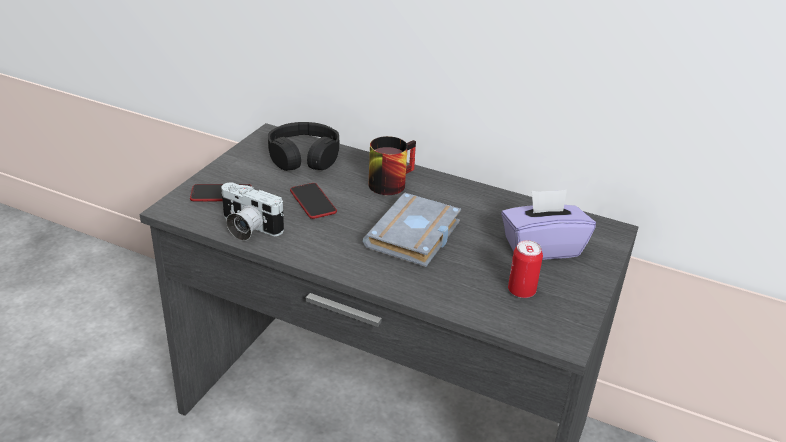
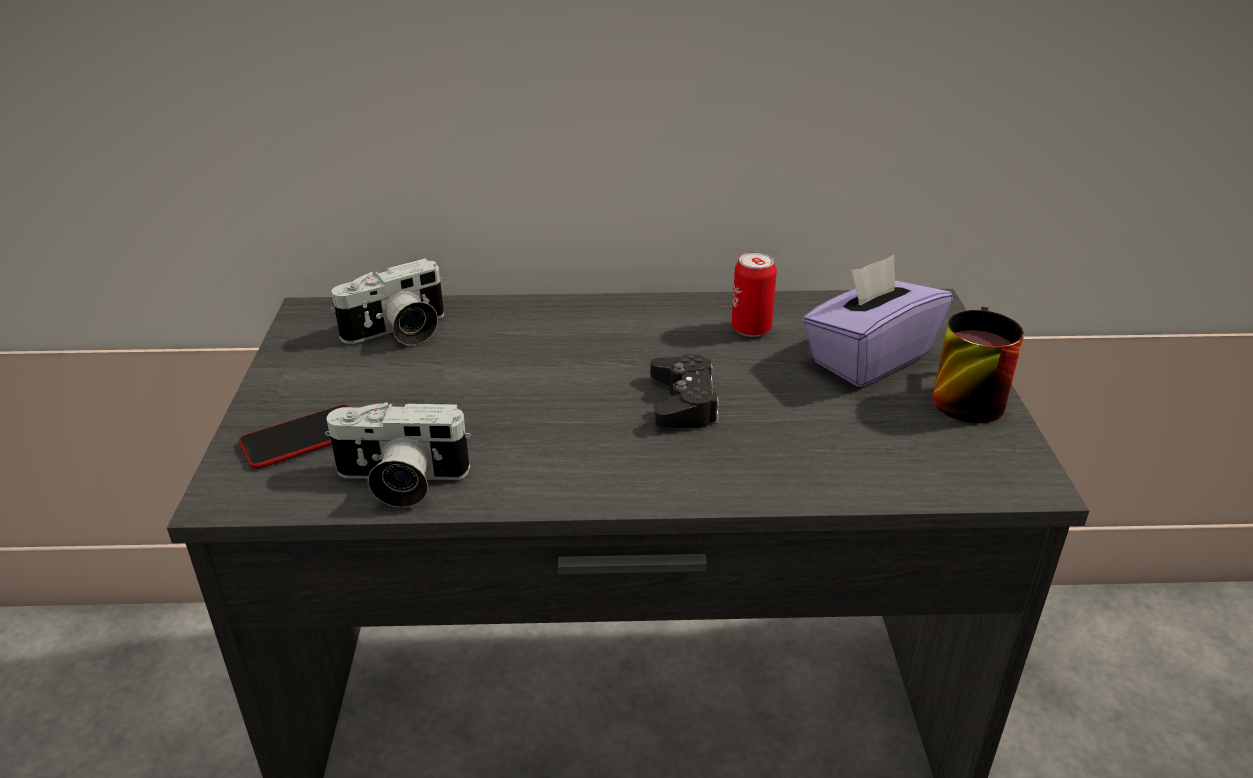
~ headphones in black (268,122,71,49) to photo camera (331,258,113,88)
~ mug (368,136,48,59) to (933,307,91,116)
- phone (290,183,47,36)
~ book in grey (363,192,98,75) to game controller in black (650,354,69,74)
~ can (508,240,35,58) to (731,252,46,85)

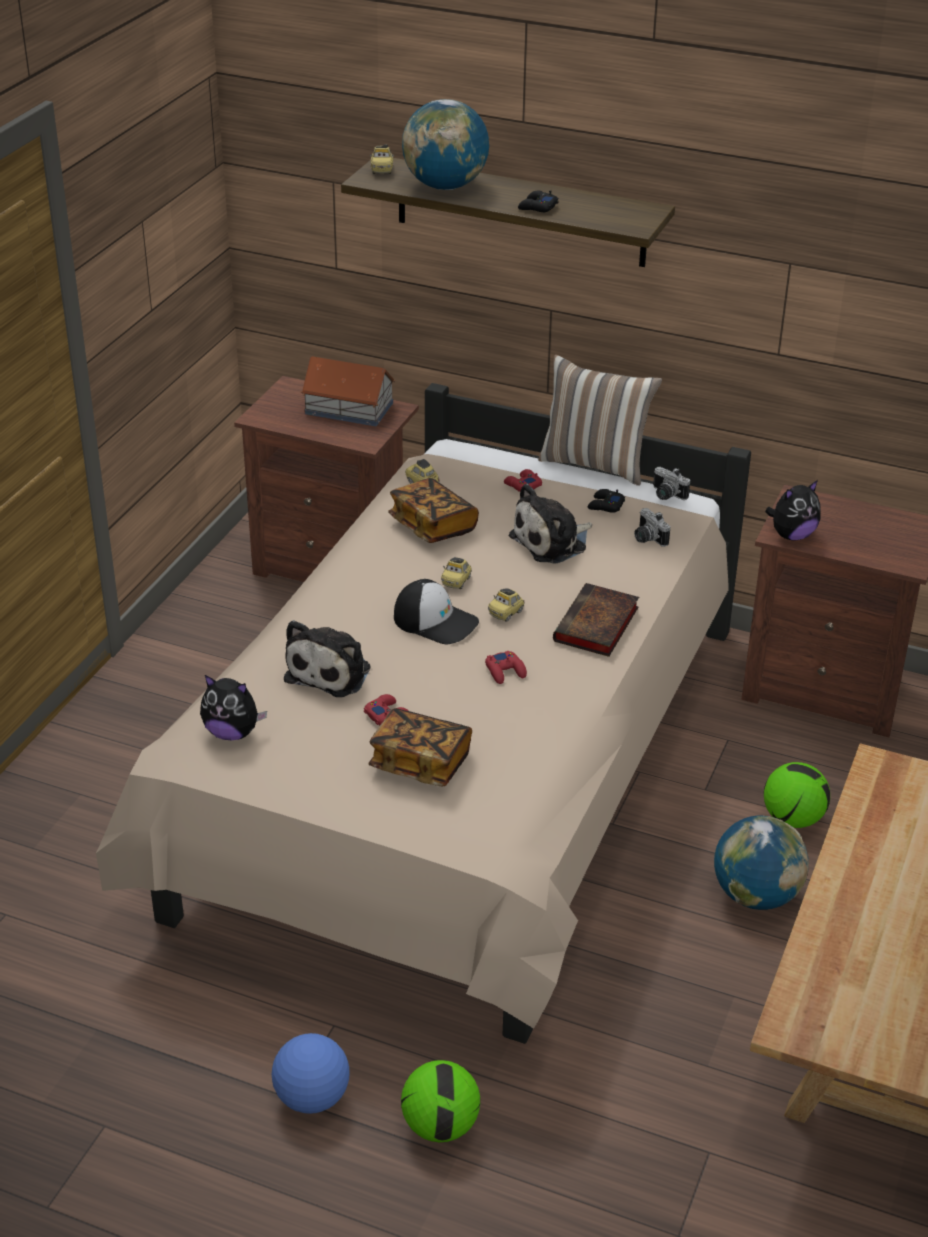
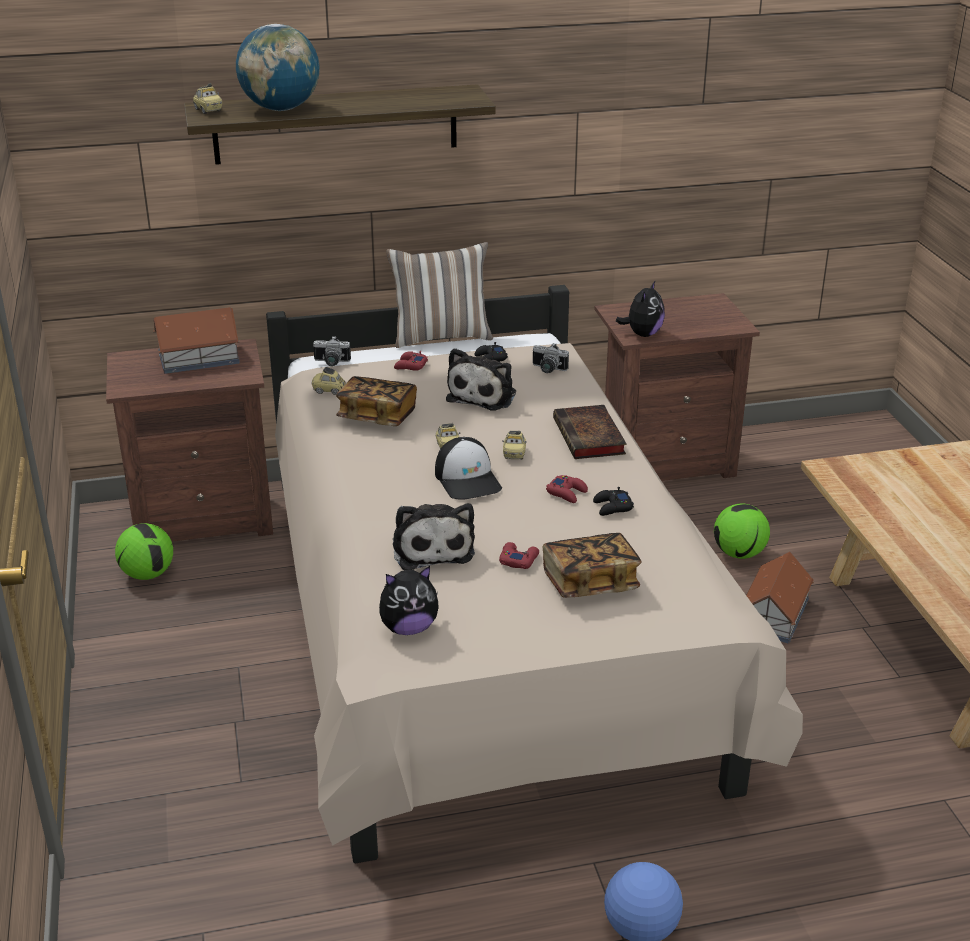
~ game controller in black (518,190,41,22) to (593,487,41,29)
~ photo camera (653,467,37,33) to (313,336,38,30)
~ cap (394,579,85,66) = (435,437,67,63) 75 degrees clockwise
~ globe (714,816,95,94) to toy house (746,552,68,92)
~ football (401,1060,79,82) to (115,523,58,57)

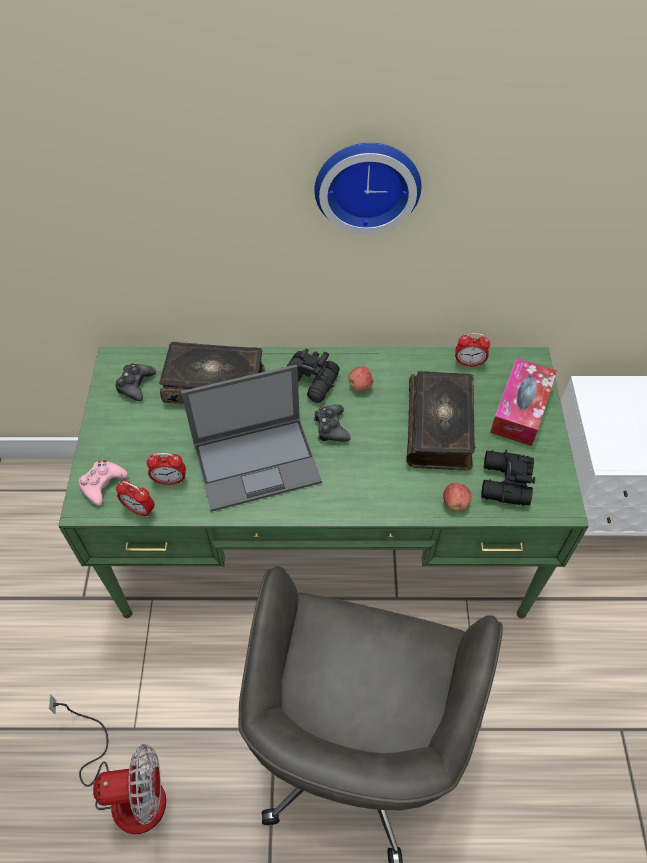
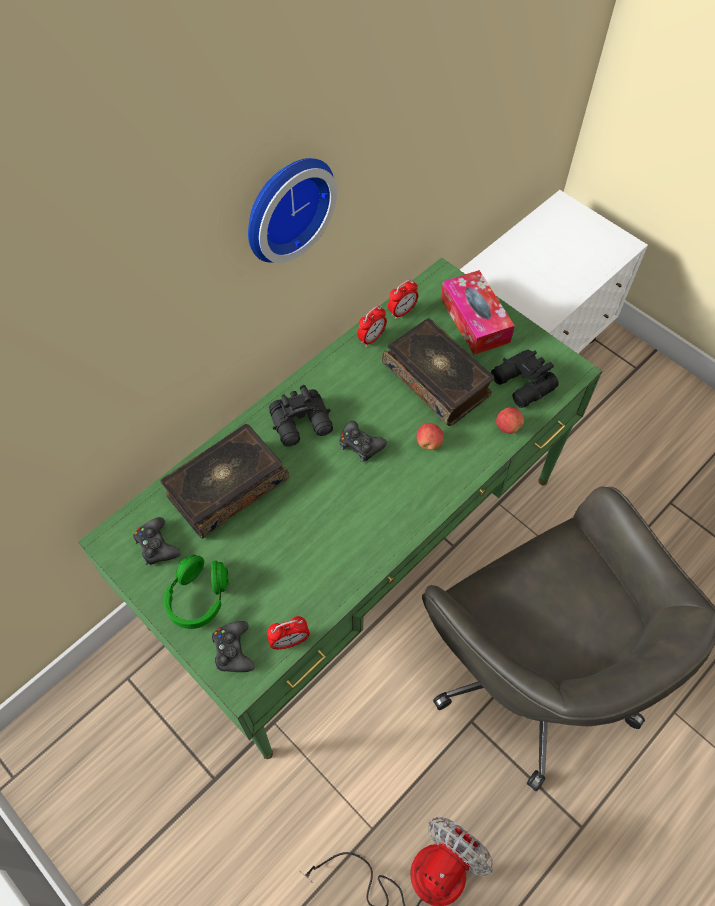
- laptop (181,365,141,147)
~ apple (348,366,25,26) to (416,423,28,27)
~ alarm clock (146,453,40,32) to (357,306,30,41)
~ game controller in pink (78,460,50,46) to game controller in black (212,621,43,51)
+ headphones in green (164,555,65,74)

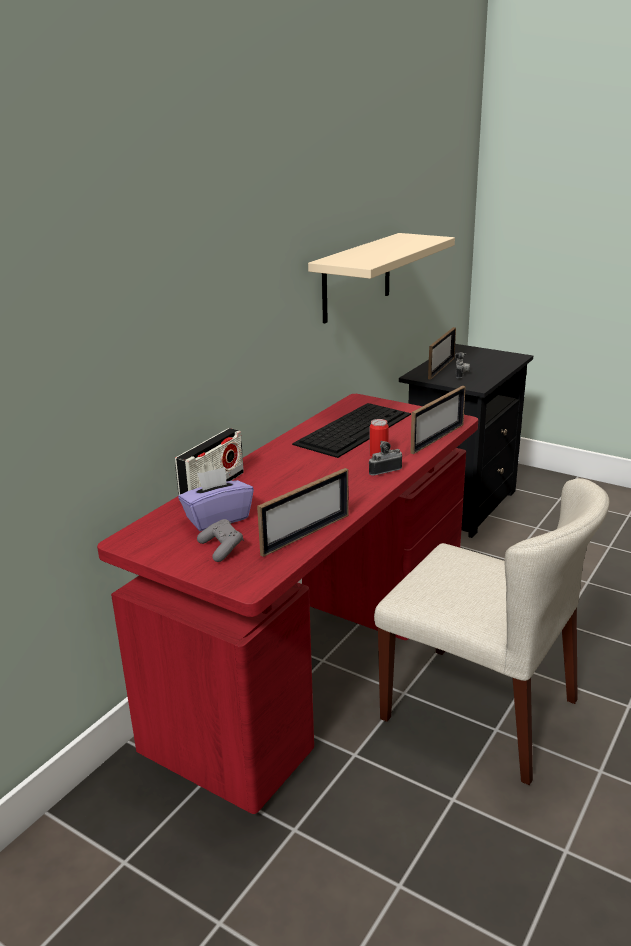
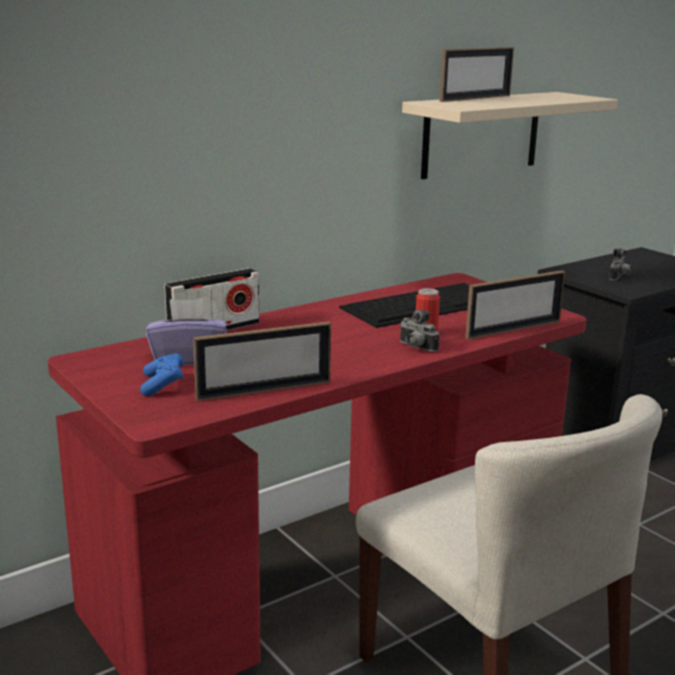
~ picture frame (428,327,28,53) to (439,47,75,55)
~ photo camera (368,441,34,35) = (399,309,40,43) 135 degrees counterclockwise
~ game controller in grey (197,519,47,43) to game controller in blue (140,354,44,42)

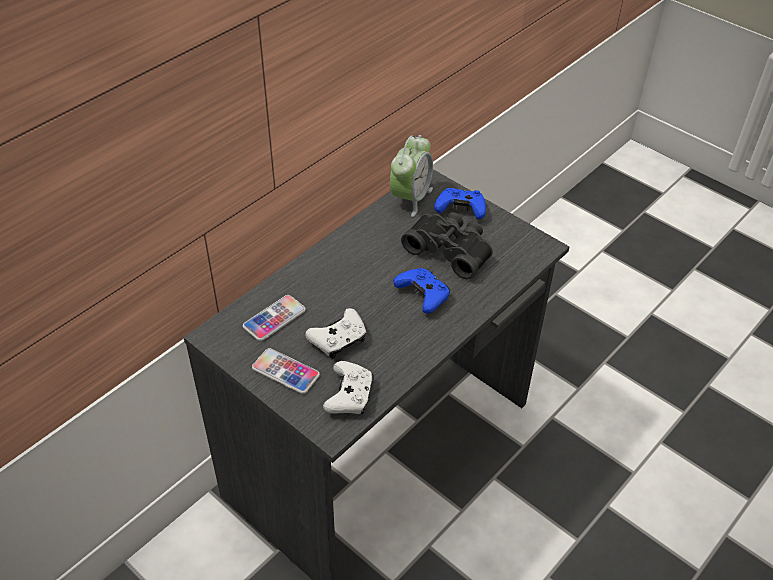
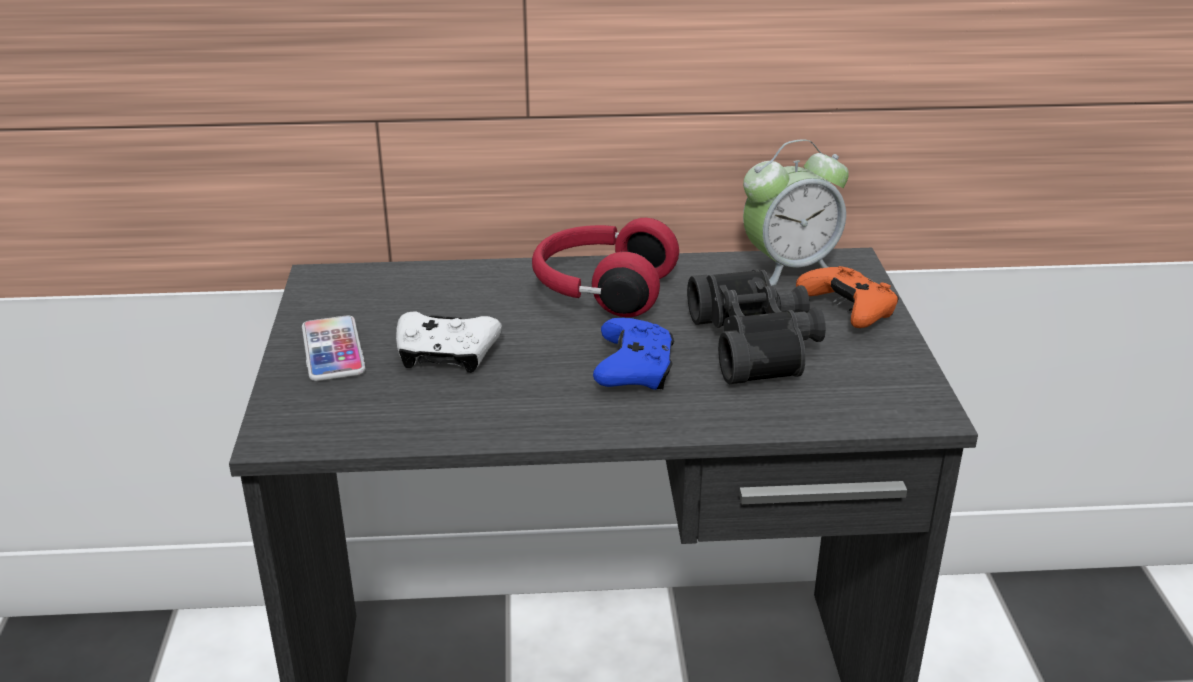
~ game controller in blue (434,188,52,31) to game controller in orange (796,266,103,62)
- phone (243,295,63,46)
- game controller in white (323,361,51,53)
+ headphones in red (532,218,147,99)

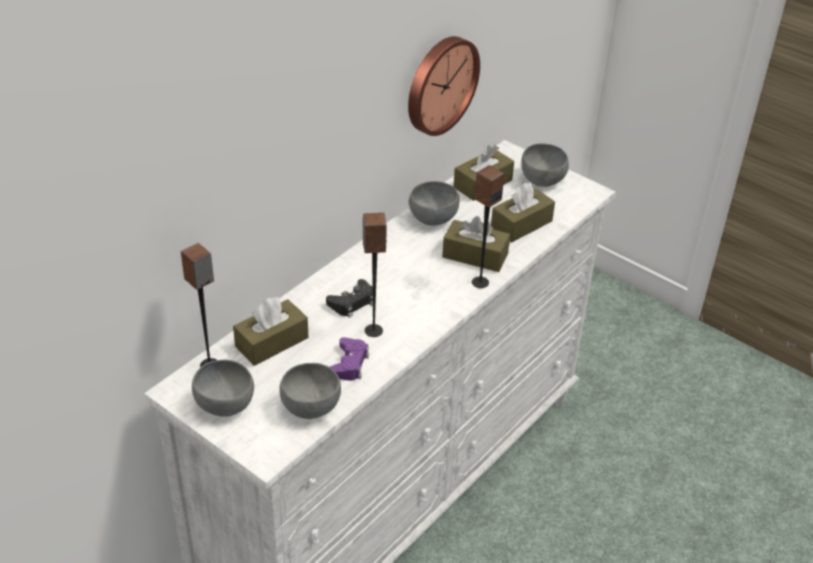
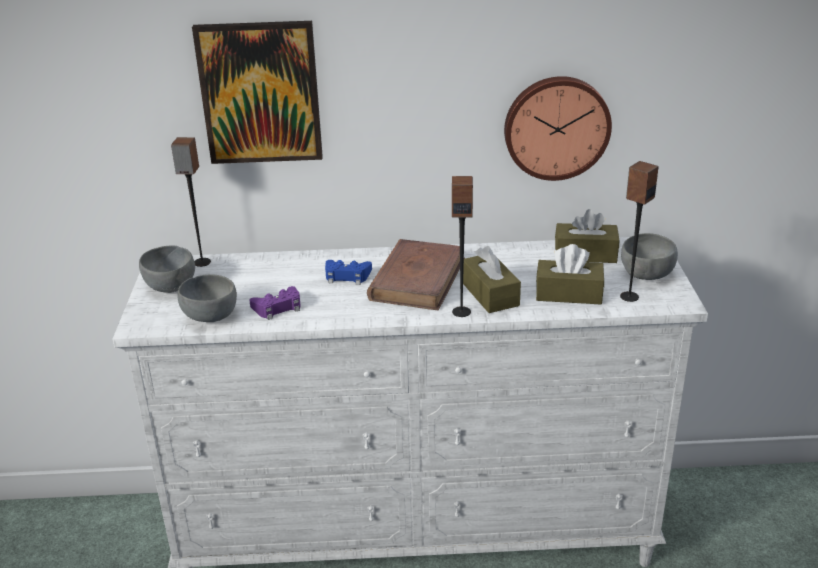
- bowl in grey (409,181,50,45)
~ speaker (363,213,24,124) to (620,161,39,141)
~ game controller in black (326,279,47,39) to game controller in blue (325,260,47,25)
- tissue box in brown (233,297,75,69)
+ picture (192,21,131,143)
+ book in brown (367,239,98,71)

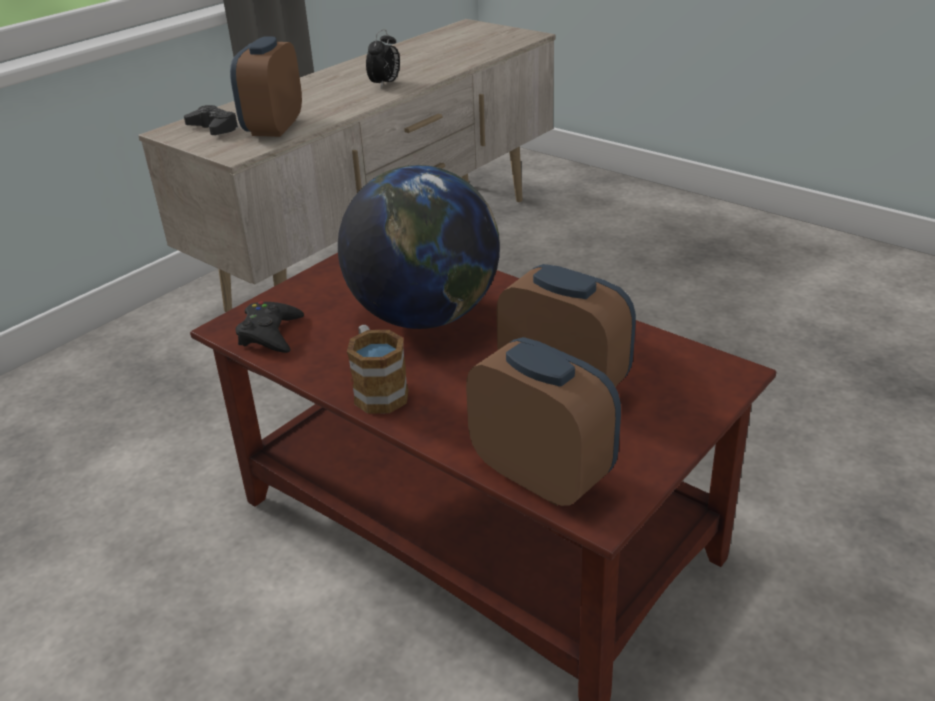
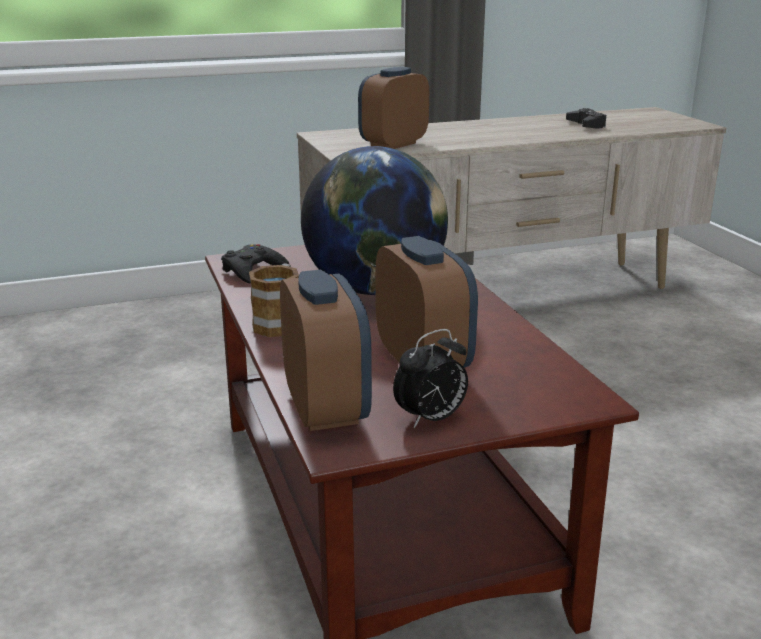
~ alarm clock (366,29,34,59) to (393,329,75,99)
~ game controller in black (184,105,55,30) to (566,108,41,20)

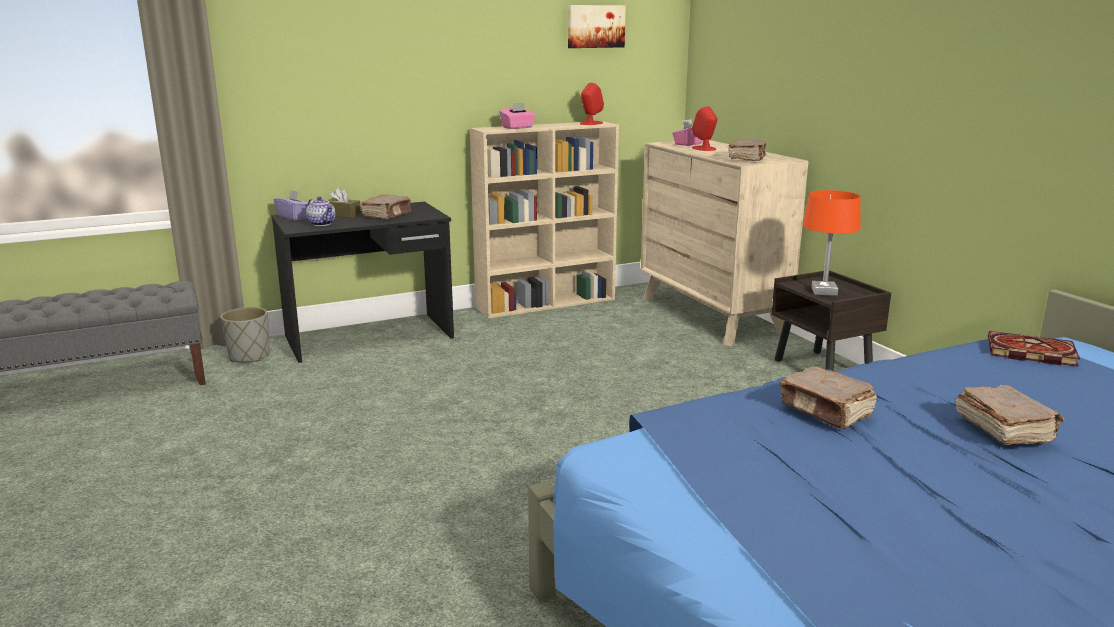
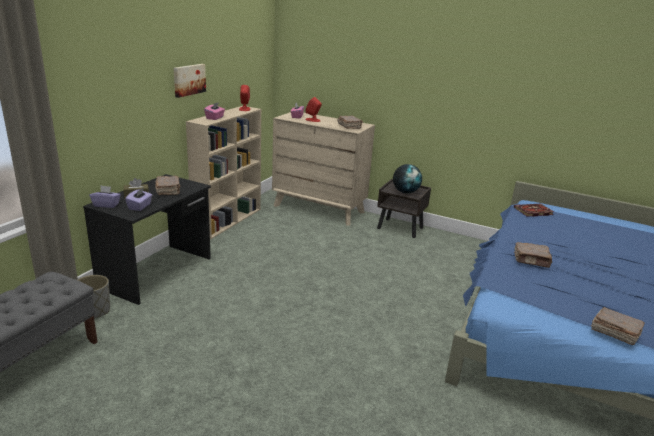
~ picture (568,5,58,43) to (174,64,32,34)
~ table lamp in orange (803,190,57,106) to globe (393,164,29,29)
~ teapot (306,196,30,30) to tissue box in purple (125,188,27,23)
~ book in brown (955,385,110,60) to (591,307,54,38)

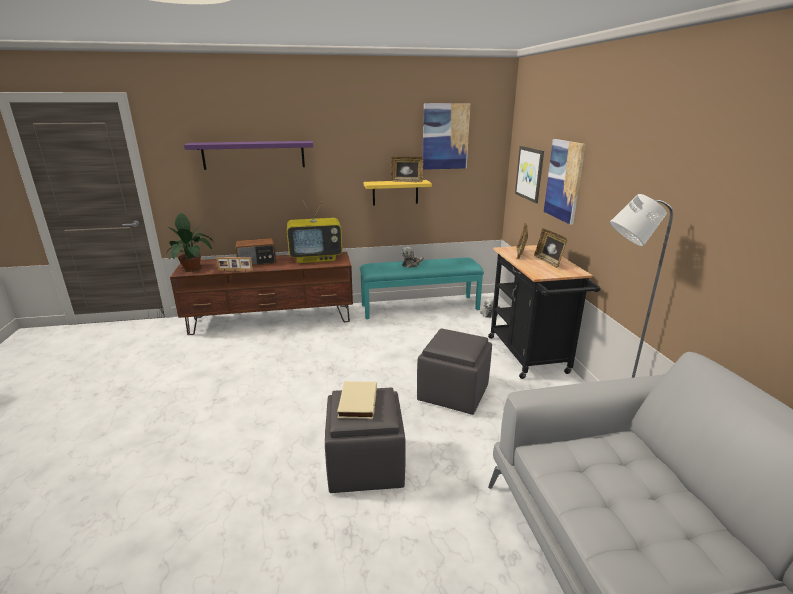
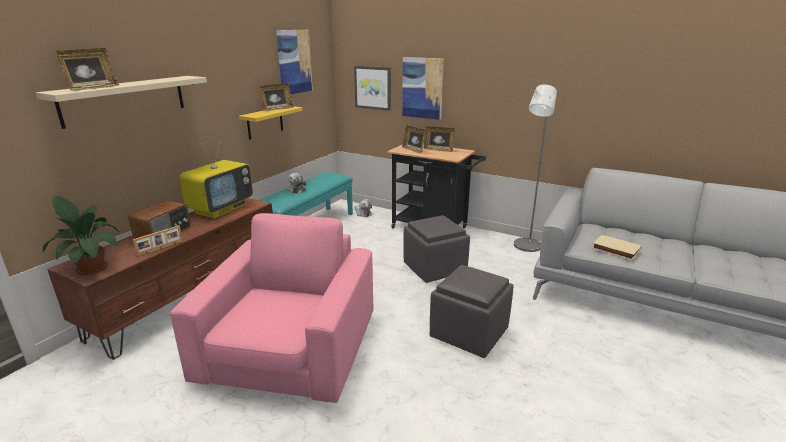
~ shelf in purple (184,141,129,29) to shelf in beige (36,76,171,53)
~ book in beige (337,381,40,38) to (592,235,50,25)
+ picture frame (56,48,63,43)
+ armchair in pink (170,213,203,190)

